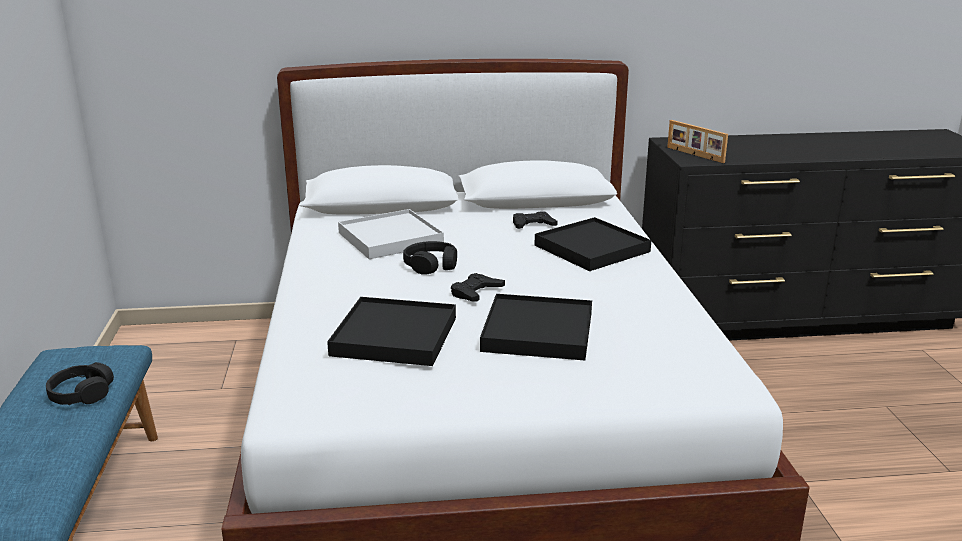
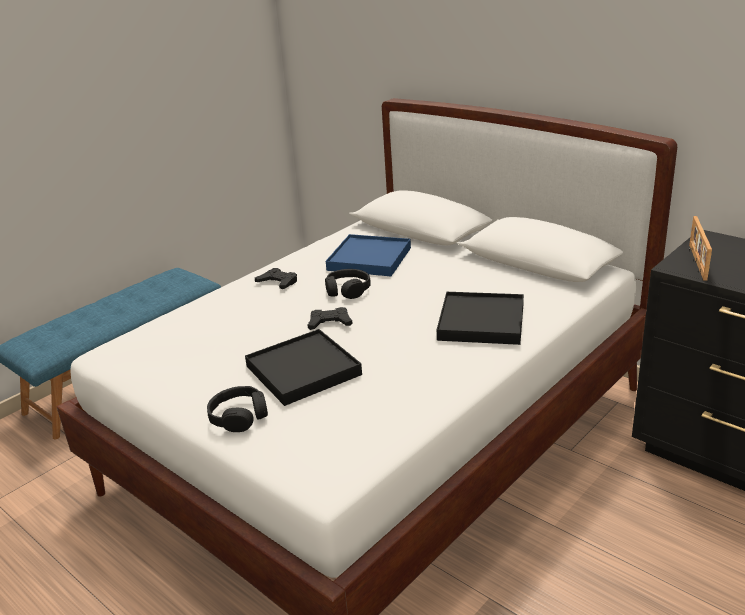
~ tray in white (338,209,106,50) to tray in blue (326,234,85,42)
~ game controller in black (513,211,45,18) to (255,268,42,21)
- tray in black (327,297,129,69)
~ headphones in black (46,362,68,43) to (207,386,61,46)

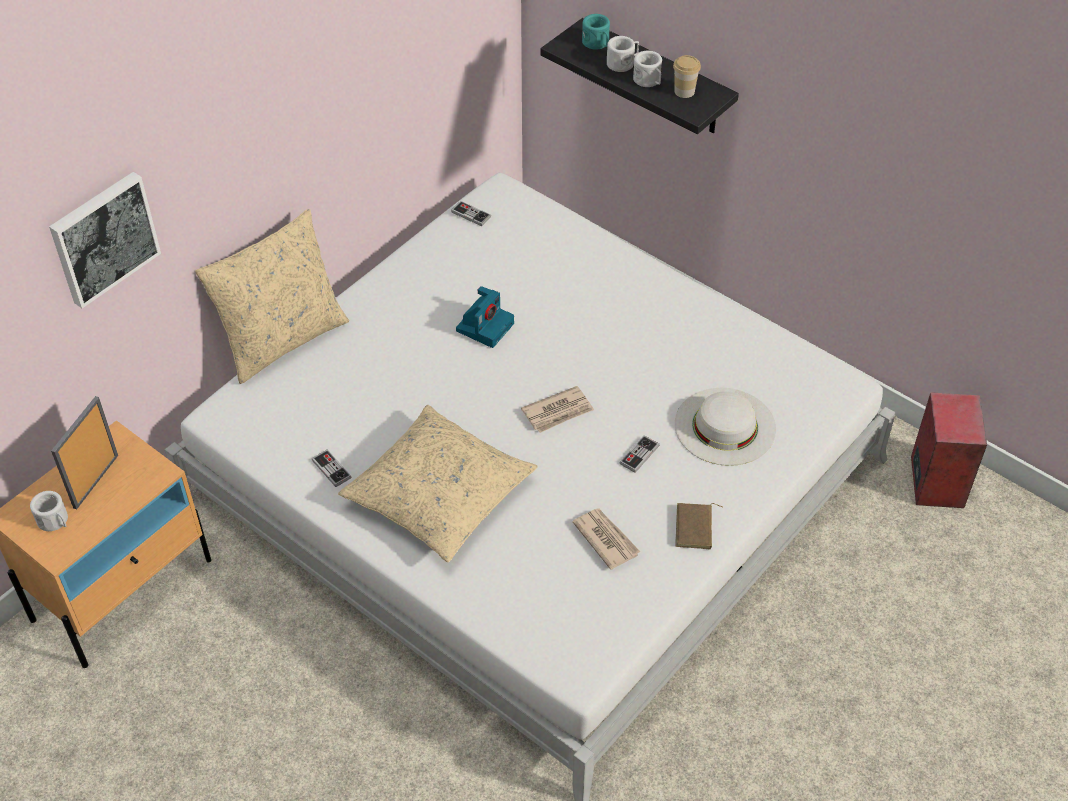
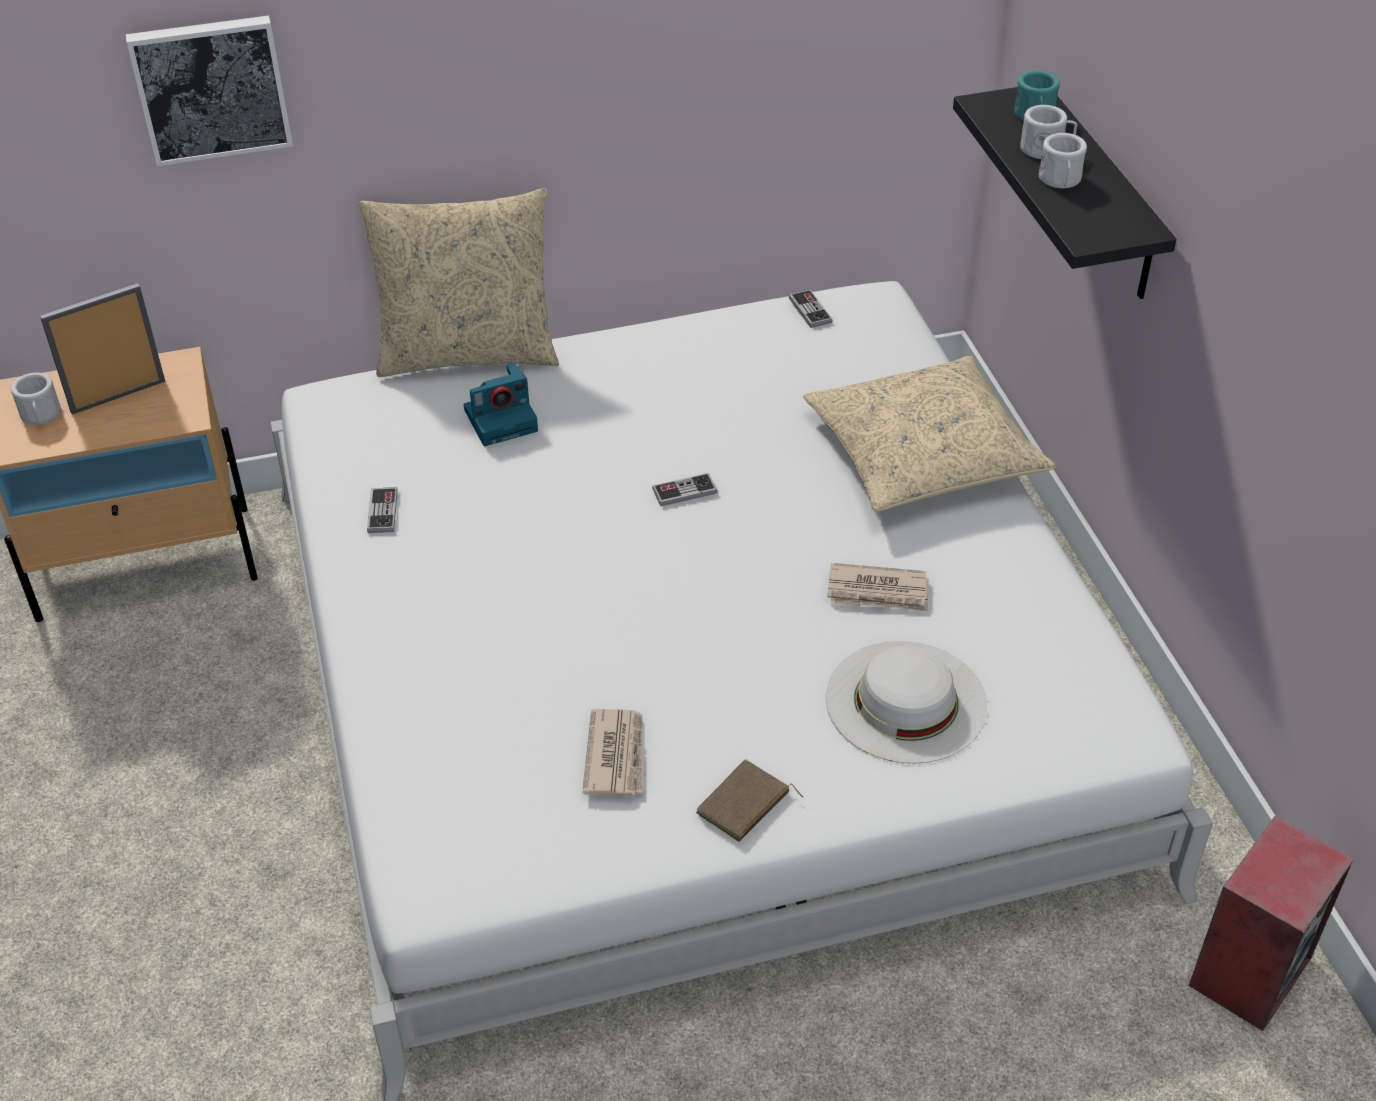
- cup (673,55,28,43)
~ photo camera (456,286,58,62) to (464,362,74,84)
~ newspaper (521,386,73,47) to (827,563,101,49)
~ pillow in beige (338,405,200,157) to (803,356,253,156)
~ game controller (620,435,39,38) to (652,473,65,33)

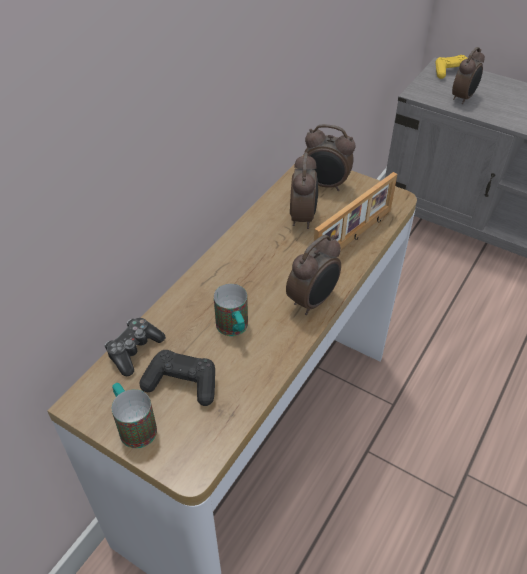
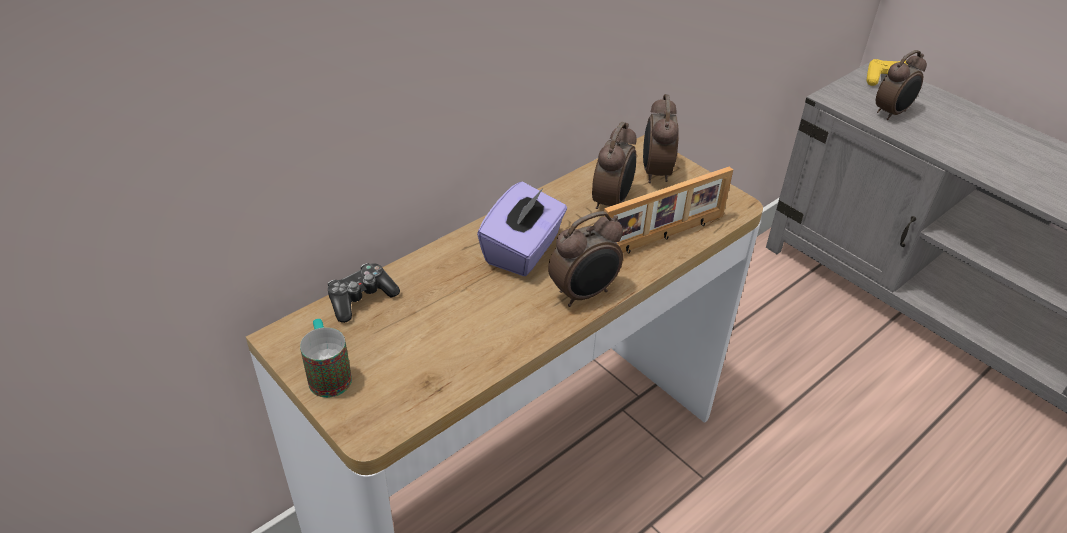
~ alarm clock (303,124,53,67) = (643,94,36,89) 60 degrees clockwise
- mug (214,284,34,52)
- game controller in black (139,350,76,56)
+ tissue box in purple (477,182,90,94)

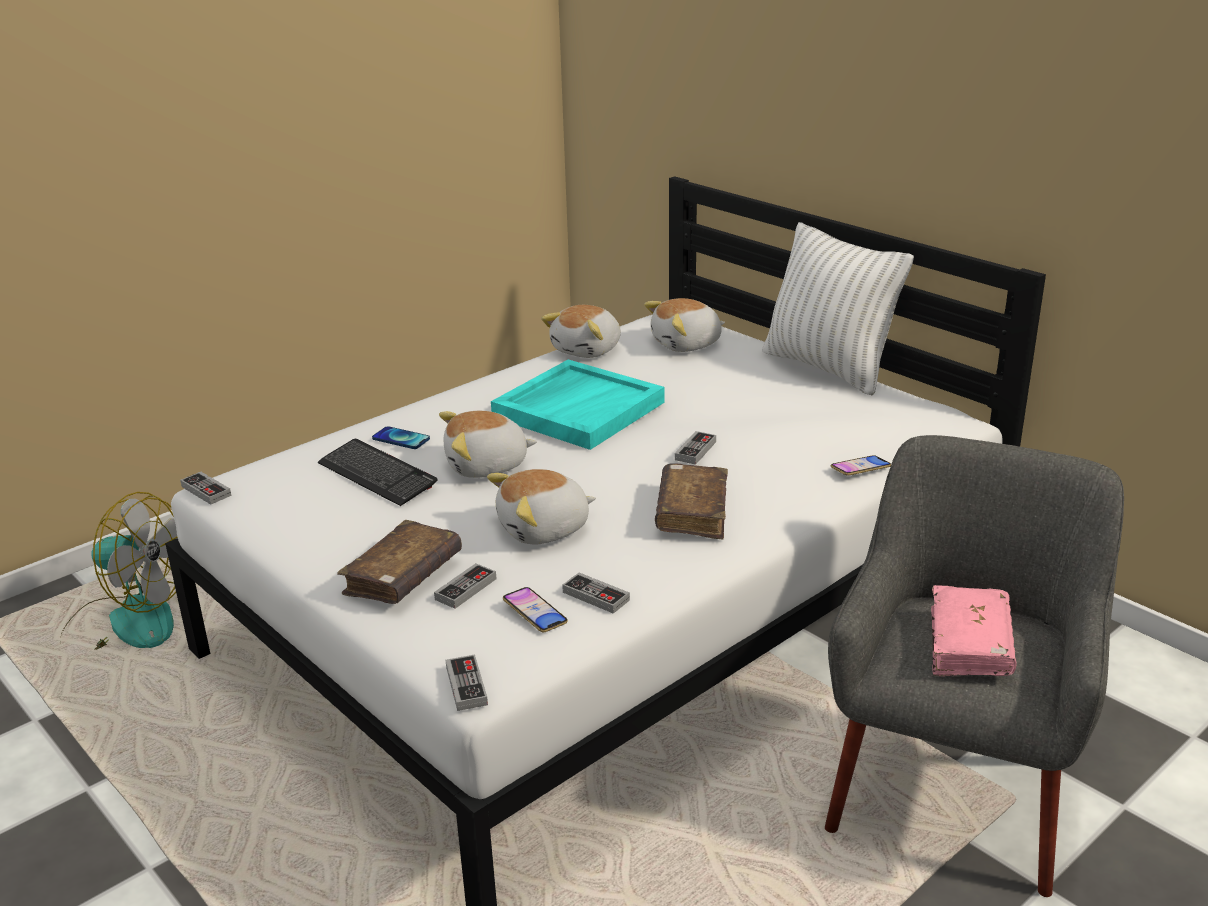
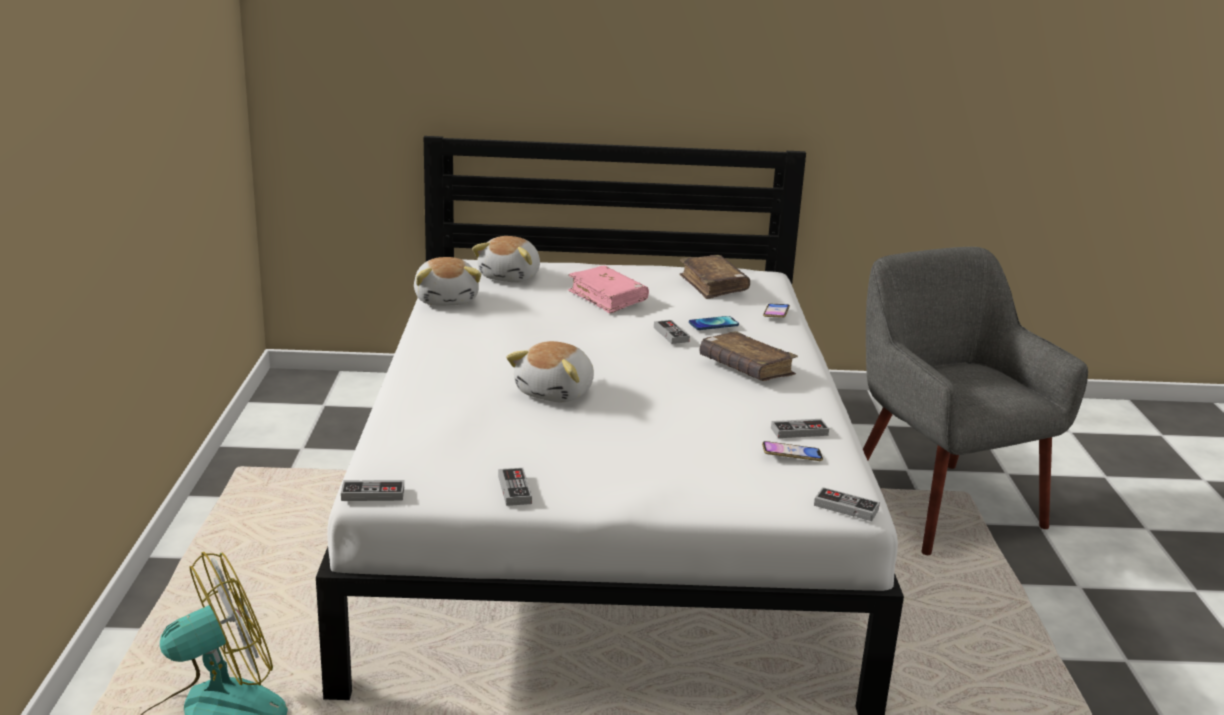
- pillow in white (762,222,152,173)
- tray in turquoise (491,360,173,90)
~ phone (372,426,58,23) to (689,316,50,14)
- keyboard (318,439,120,67)
- plush toy (487,469,109,75)
~ book in brown (337,520,125,84) to (680,255,70,44)
~ game controller (434,563,62,46) to (498,468,34,38)
~ book in pink (931,585,85,91) to (568,266,81,48)

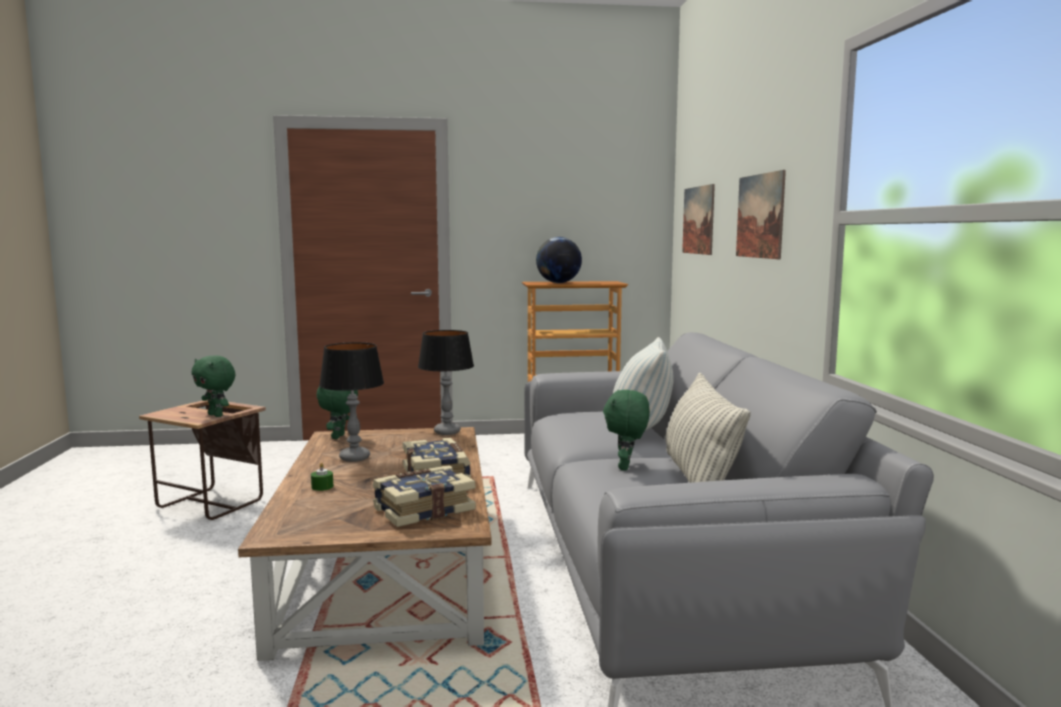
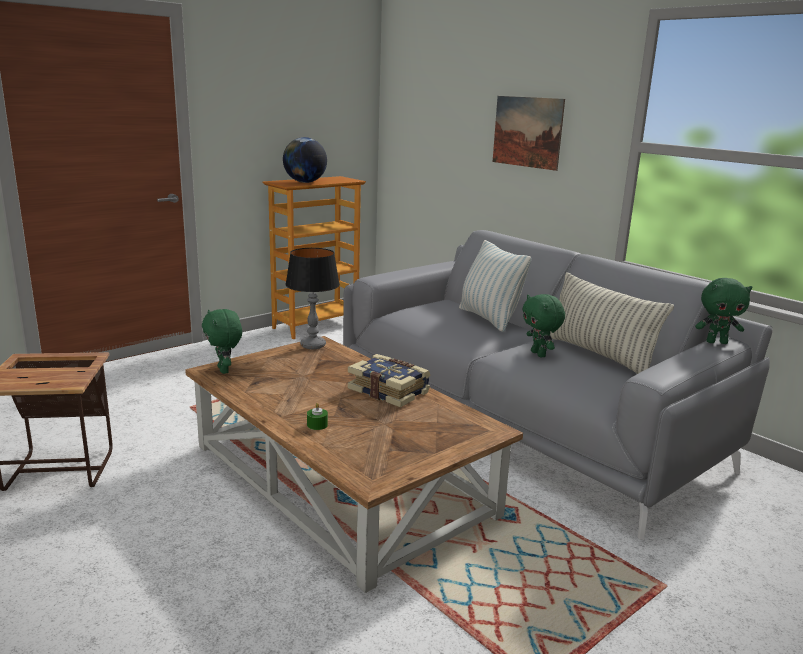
- picture (682,184,33,71)
- table lamp (319,342,65,120)
~ plush toy in green (192,355,43,62) to (695,278,57,66)
- book (373,466,103,61)

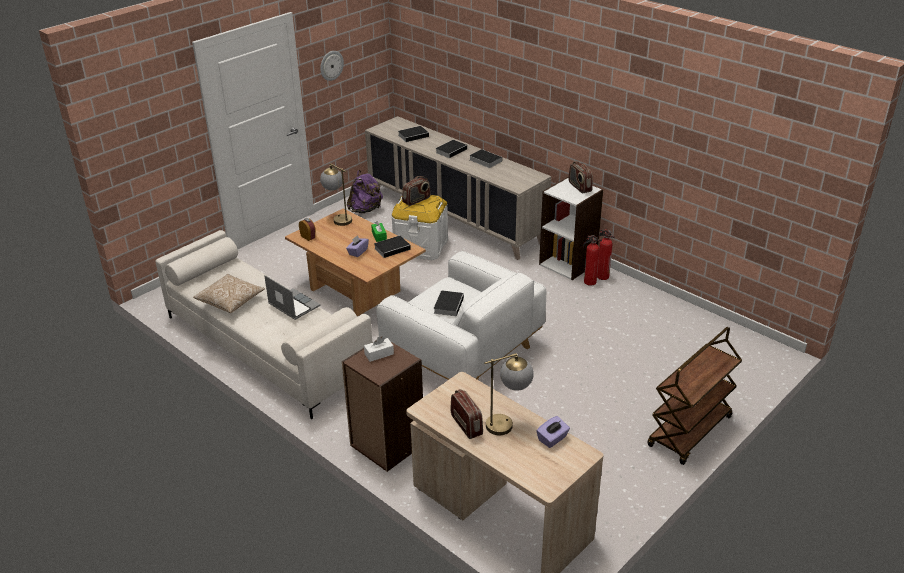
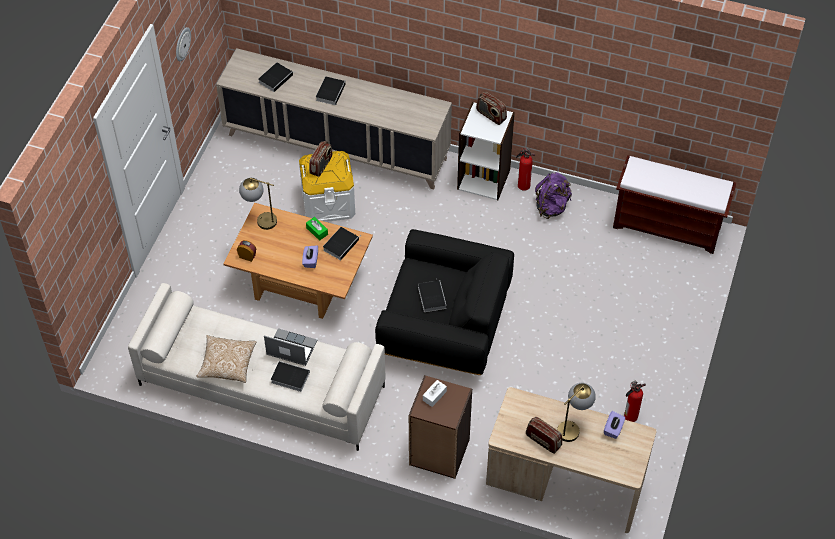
~ book (469,149,33,19) to (271,361,39,31)
~ backpack in purple (347,170,36,43) to (535,172,37,47)
~ fire extinguisher (583,235,19,51) to (624,381,22,41)
~ armchair in white (376,251,170,129) to armchair in black (375,229,139,146)
- cart in brown (647,327,95,138)
+ bench in brown (613,155,123,99)

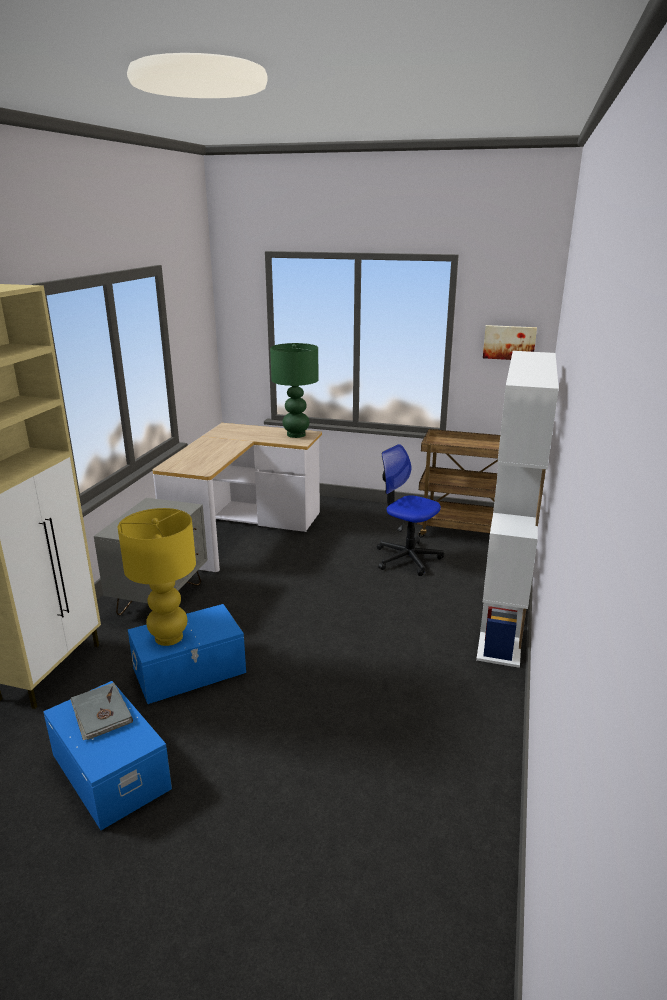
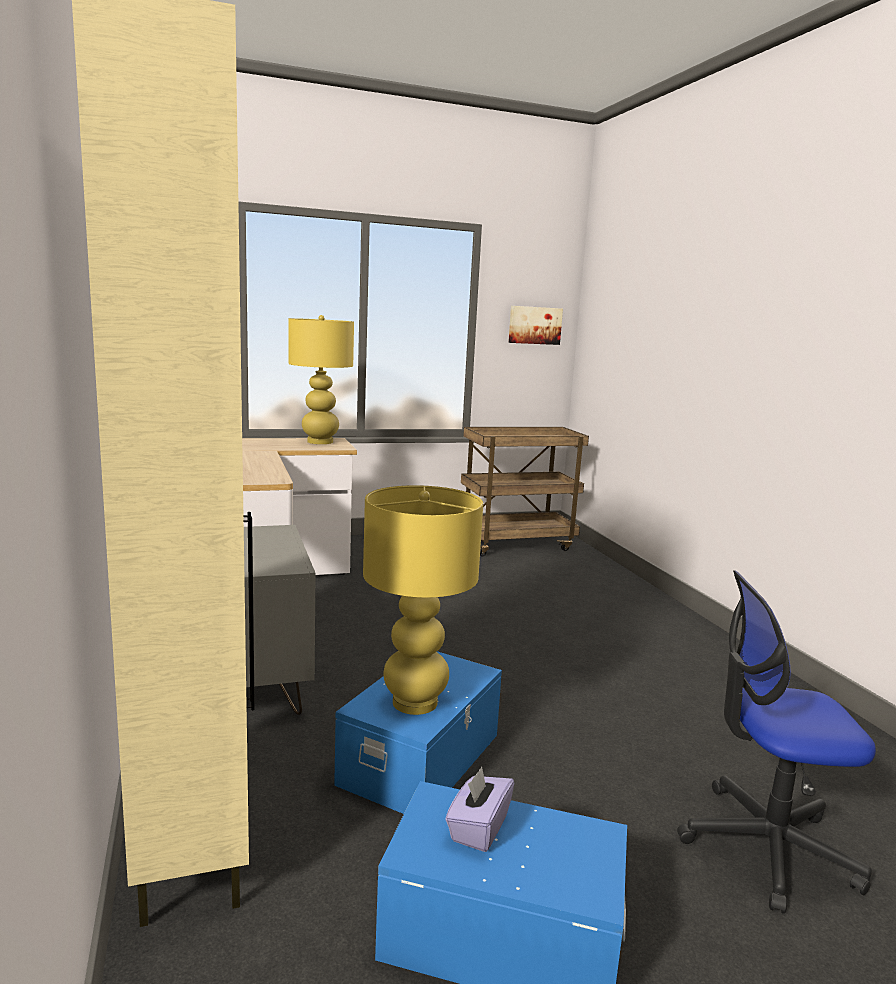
~ table lamp in green (270,343,49,95) to table lamp in yellow (288,315,66,129)
- bookcase in white (476,351,83,317)
~ office chair (377,444,67,132) to (677,570,199,344)
~ book in grey (70,682,63,58) to tissue box in purple (445,767,69,85)

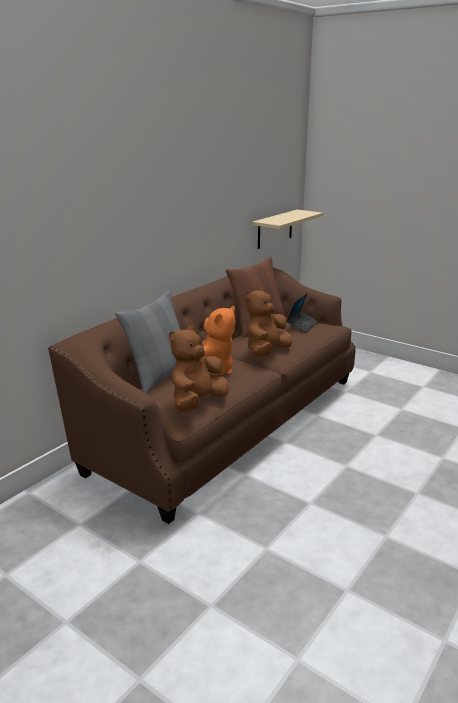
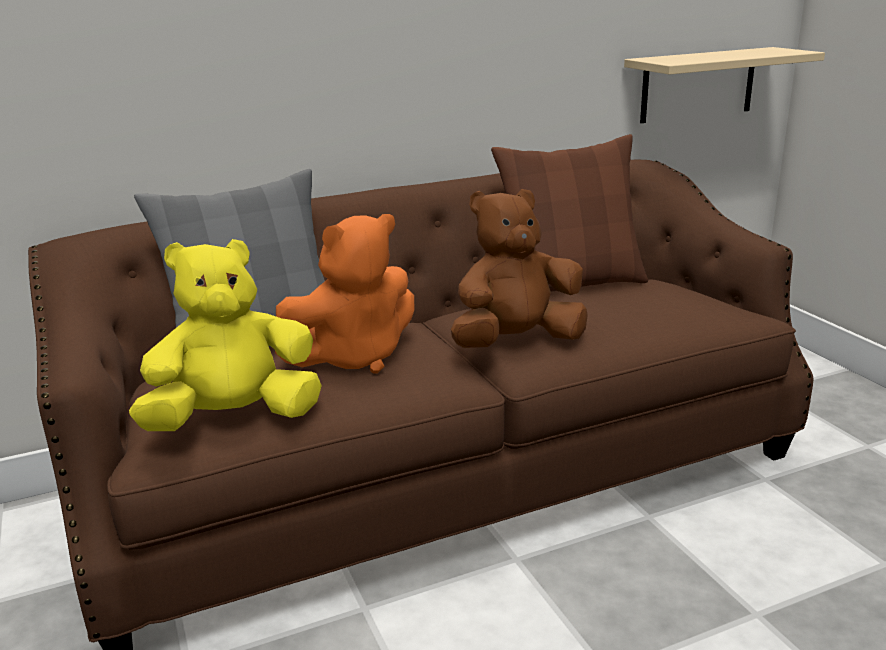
- laptop (286,293,32,39)
~ plush toy in brown (169,326,60,86) to plush toy in yellow (129,239,193,192)

